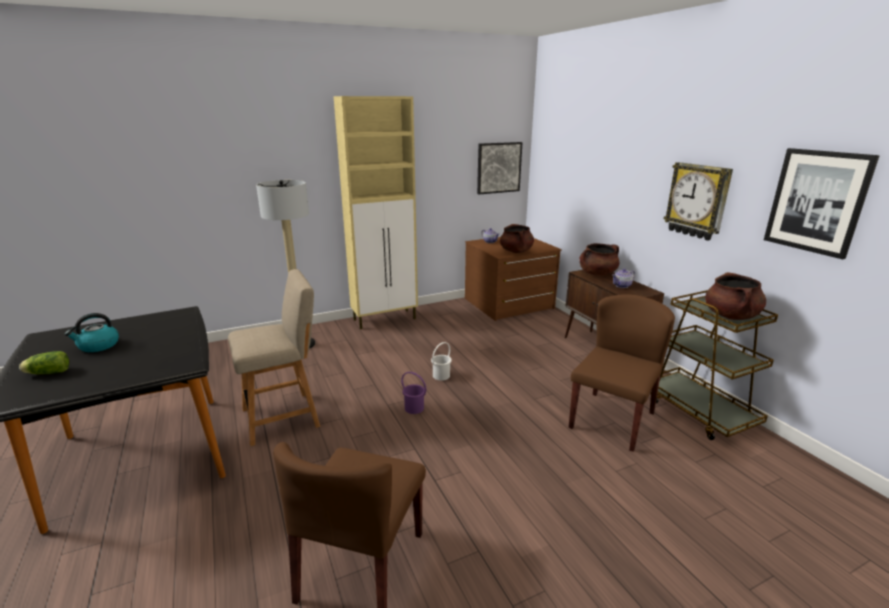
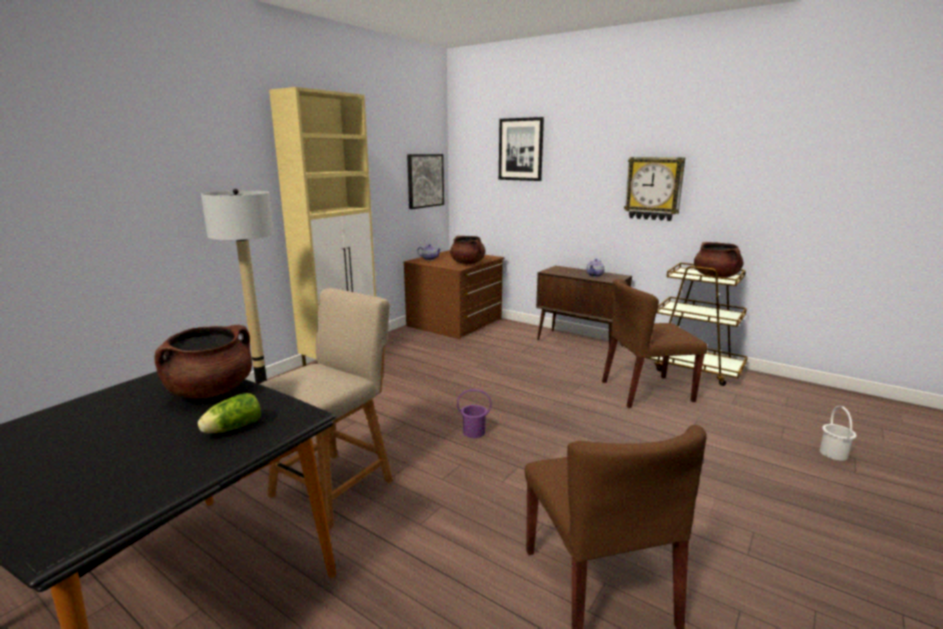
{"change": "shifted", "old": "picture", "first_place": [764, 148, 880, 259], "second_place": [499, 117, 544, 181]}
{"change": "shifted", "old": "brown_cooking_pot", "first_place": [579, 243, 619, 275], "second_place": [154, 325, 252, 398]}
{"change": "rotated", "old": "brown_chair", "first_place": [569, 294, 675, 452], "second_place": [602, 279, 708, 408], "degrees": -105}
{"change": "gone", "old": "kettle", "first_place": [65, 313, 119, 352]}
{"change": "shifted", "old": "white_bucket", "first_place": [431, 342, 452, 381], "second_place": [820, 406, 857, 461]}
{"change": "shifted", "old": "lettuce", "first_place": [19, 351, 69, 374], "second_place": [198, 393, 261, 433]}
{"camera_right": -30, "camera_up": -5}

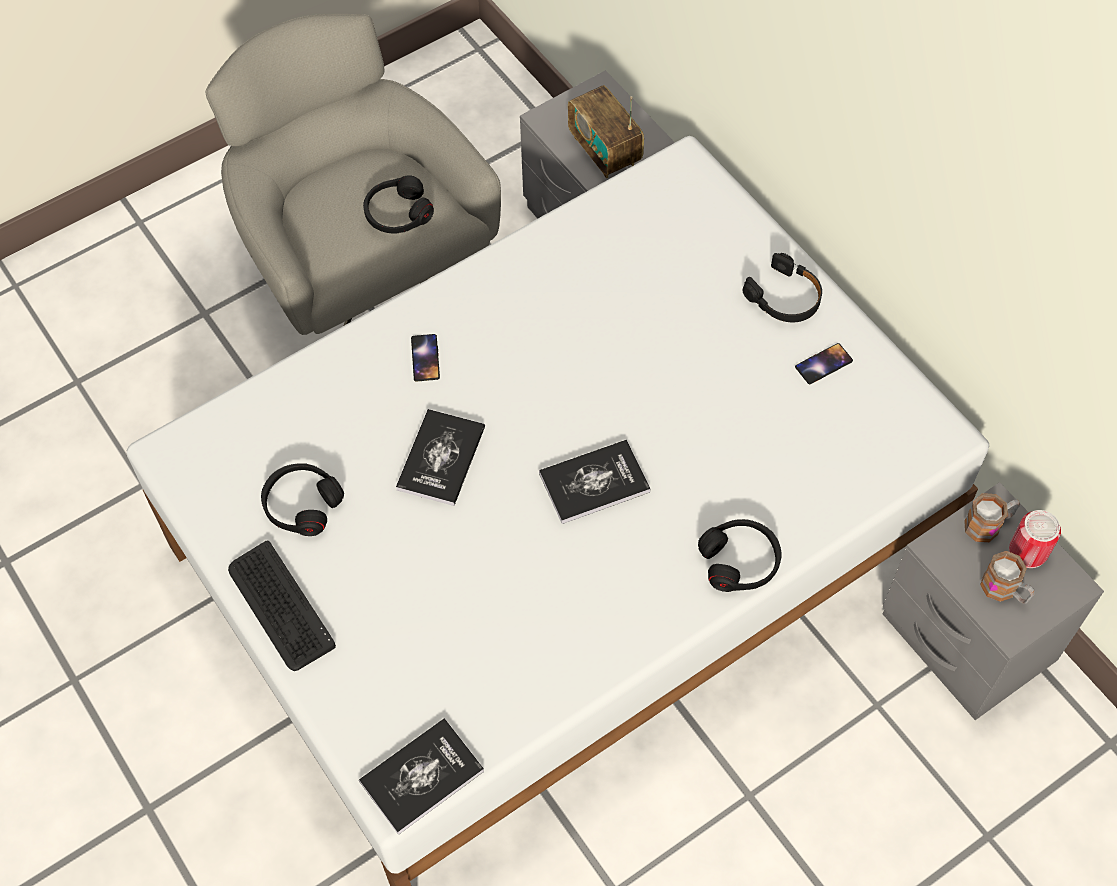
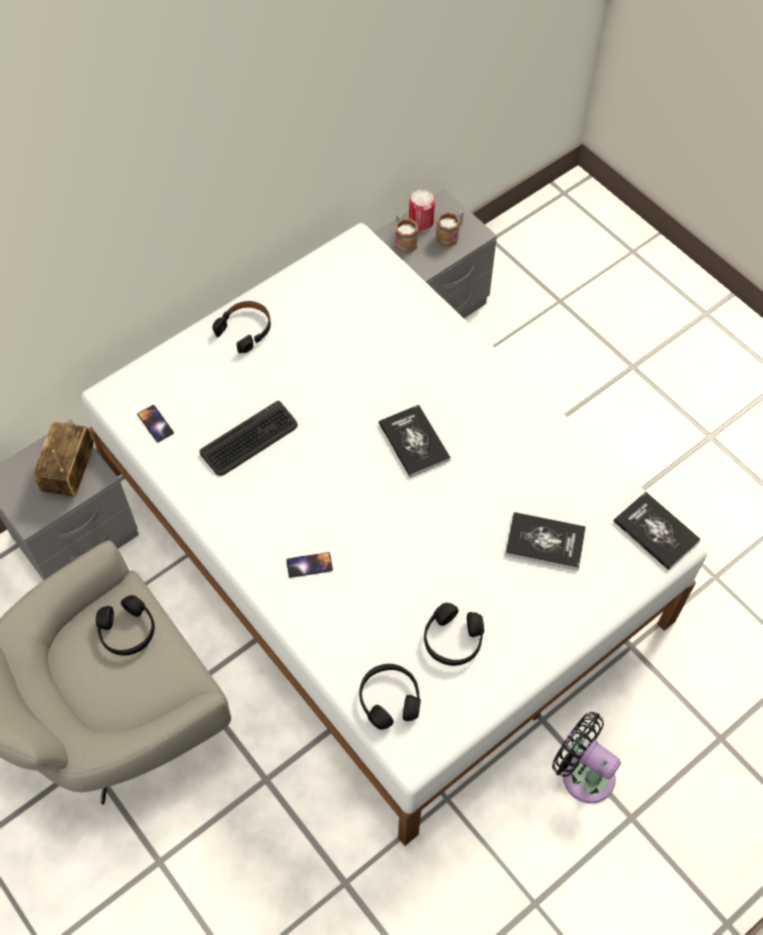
{"change": "rotated", "old": "radio", "first_place": [568, 85, 644, 179], "second_place": [33, 422, 94, 497], "degrees": 135}
{"change": "shifted", "old": "phone", "first_place": [795, 343, 853, 384], "second_place": [137, 405, 174, 442]}
{"change": "shifted", "old": "book", "first_place": [396, 409, 485, 506], "second_place": [505, 512, 586, 570]}
{"change": "shifted", "old": "black_headphones", "first_place": [698, 519, 782, 592], "second_place": [359, 664, 421, 730]}
{"change": "shifted", "old": "keyboard", "first_place": [228, 540, 336, 671], "second_place": [199, 401, 298, 476]}
{"change": "new", "new": "black_fan", "second_place": [552, 712, 621, 804]}
{"camera_right": -95, "camera_up": 0}

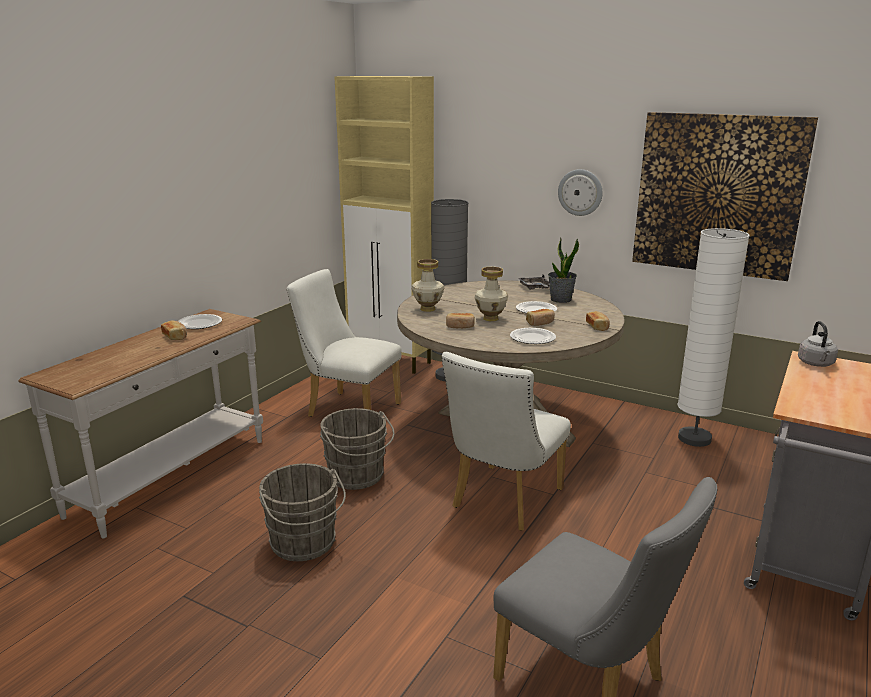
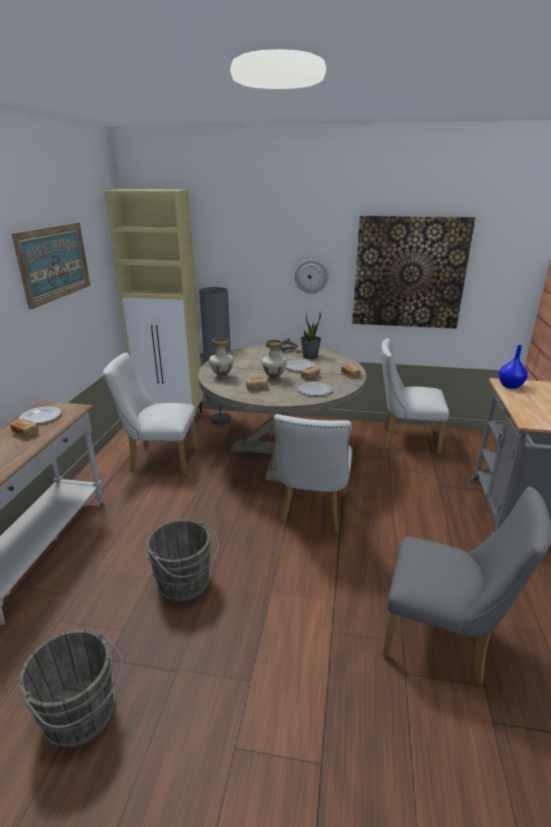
{"change": "swapped", "old": "white_floor_lamp", "new": "white_chair", "first_place": [677, 228, 750, 447], "second_place": [381, 338, 449, 454]}
{"change": "swapped", "old": "grey_kettle", "new": "blue_vase", "first_place": [798, 321, 838, 367], "second_place": [499, 345, 528, 389]}
{"change": "shifted", "old": "grey_bucket", "first_place": [320, 408, 395, 490], "second_place": [19, 630, 123, 748]}
{"change": "new", "new": "picture", "second_place": [11, 222, 90, 309]}
{"camera_right": -20, "camera_up": 5}

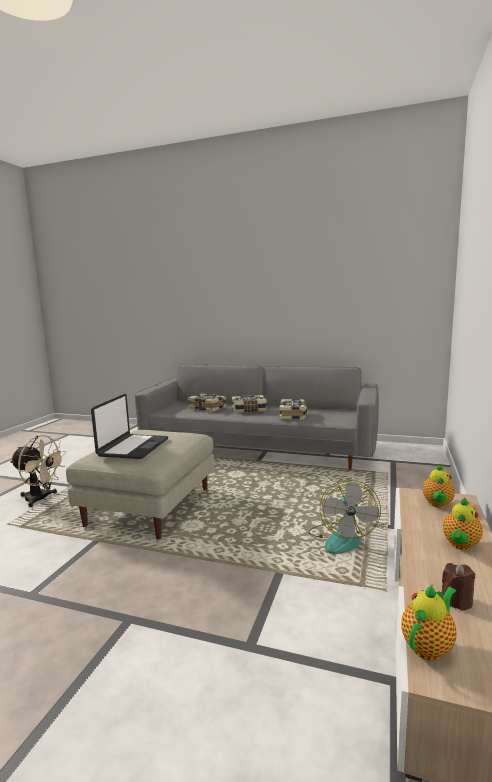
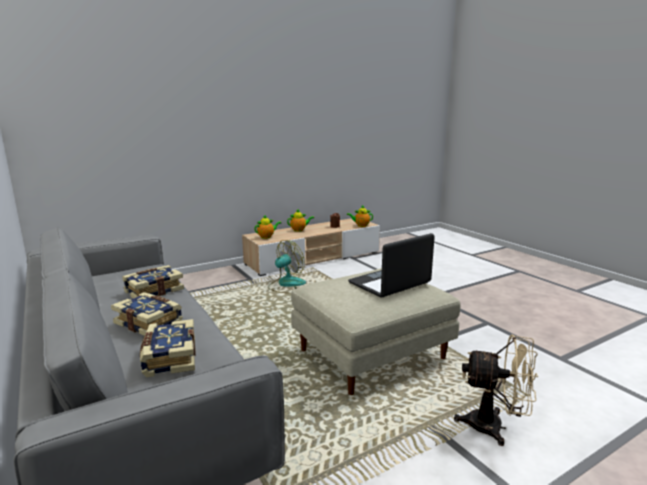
{"change": "rotated", "old": "beige_fan", "first_place": [10, 435, 66, 507], "second_place": [454, 335, 538, 446], "degrees": 135}
{"camera_right": -140, "camera_up": 5}

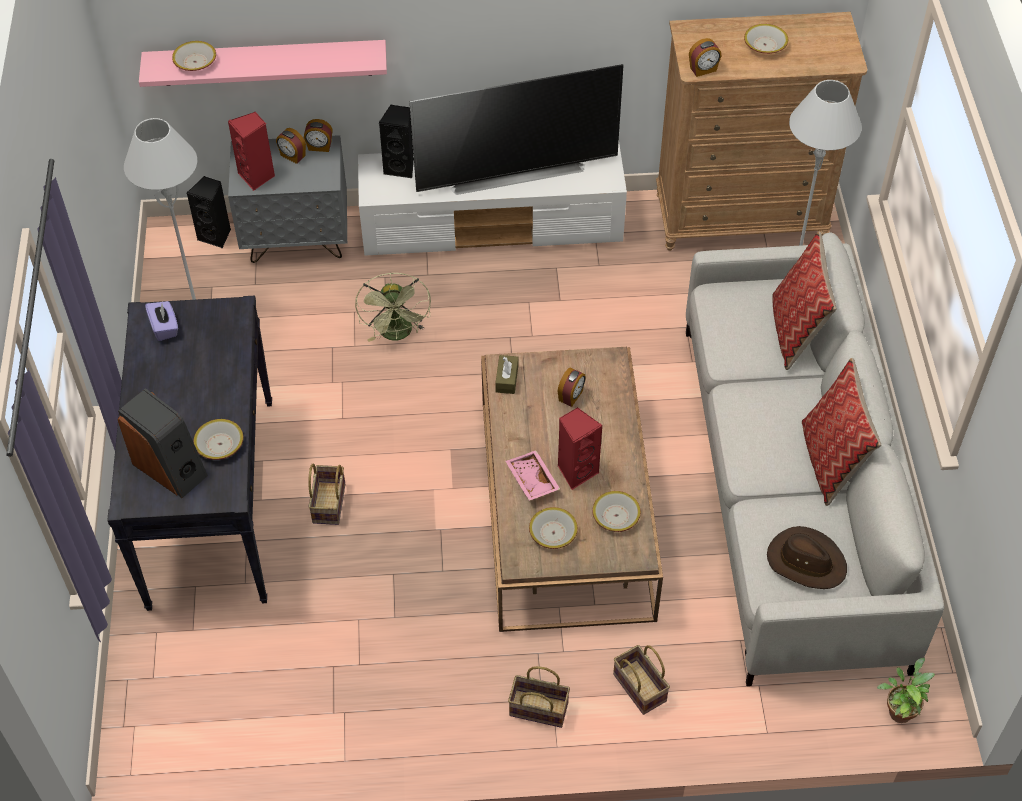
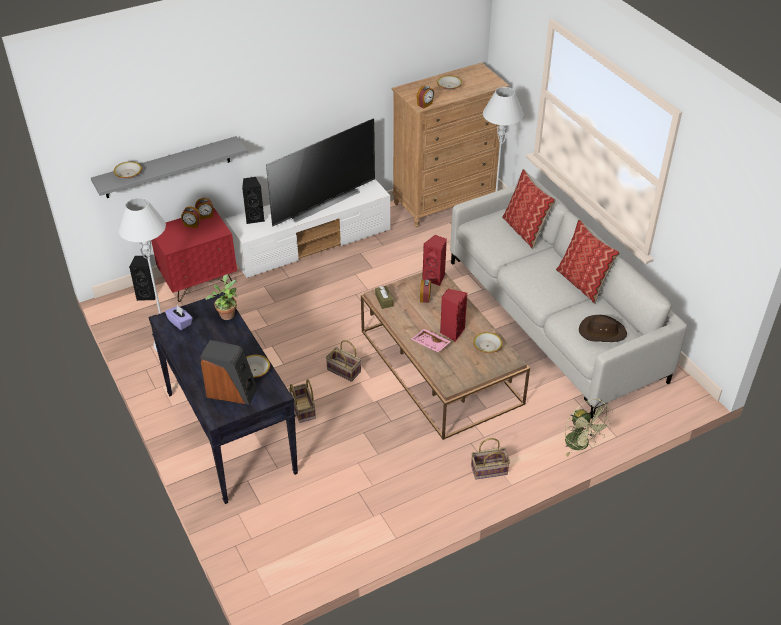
{"change": "repainted", "old": "pink_shelf", "new": "grey_shelf", "first_place": [139, 40, 387, 87], "second_place": [91, 136, 247, 198]}
{"change": "shifted", "old": "red_speaker", "first_place": [228, 112, 275, 191], "second_place": [422, 235, 447, 286]}
{"change": "repainted", "old": "grey_nightstand", "new": "red_nightstand", "first_place": [228, 135, 347, 263], "second_place": [151, 208, 237, 302]}
{"change": "shifted", "old": "green_fan", "first_place": [355, 272, 431, 342], "second_place": [565, 399, 613, 456]}
{"change": "gone", "old": "bowl", "first_place": [529, 507, 578, 549]}
{"change": "shifted", "old": "basket", "first_place": [613, 645, 670, 715], "second_place": [326, 340, 361, 382]}
{"change": "shifted", "old": "potted_plant", "first_place": [877, 658, 935, 723], "second_place": [205, 274, 237, 320]}
{"camera_right": -25, "camera_up": -10}

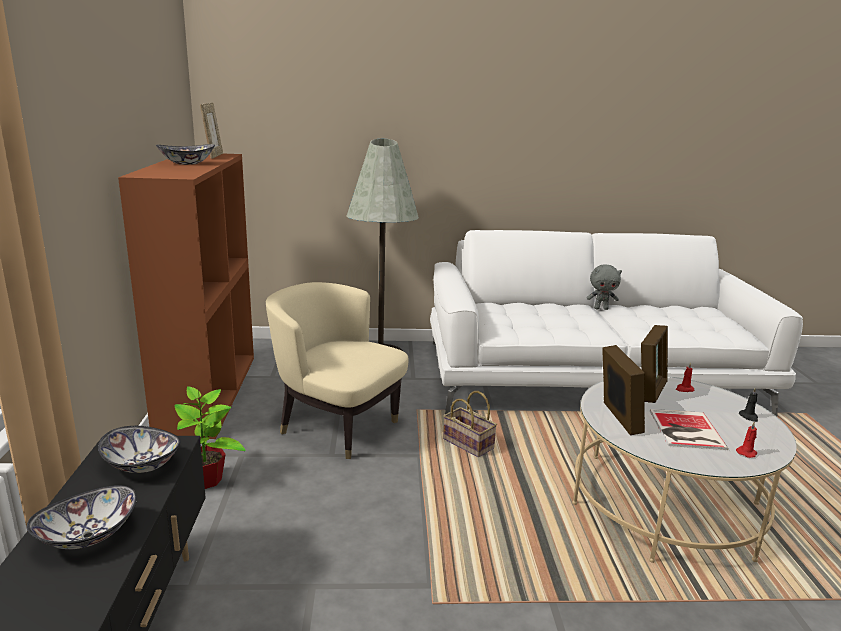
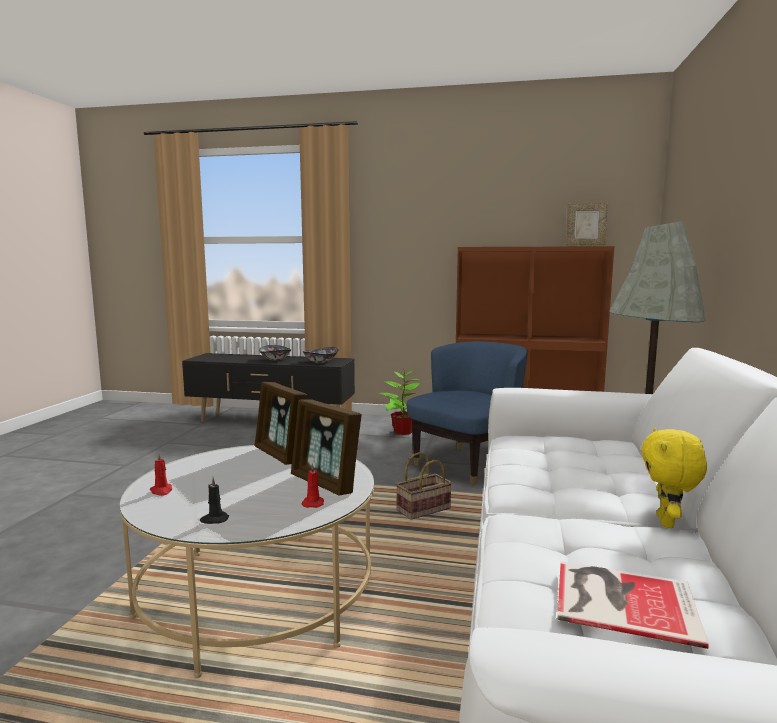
{"change": "gone", "old": "bowl", "first_place": [156, 144, 215, 165]}
{"change": "repainted", "old": "grey_plush_toy", "new": "yellow_plush_toy", "first_place": [586, 264, 622, 310], "second_place": [641, 428, 707, 528]}
{"change": "repainted", "old": "beige_armchair", "new": "blue_armchair", "first_place": [266, 282, 409, 459], "second_place": [407, 341, 528, 485]}
{"change": "rotated", "old": "picture_frame", "first_place": [602, 345, 645, 435], "second_place": [255, 382, 307, 465], "degrees": 45}
{"change": "shifted", "old": "book", "first_place": [650, 409, 728, 450], "second_place": [557, 561, 709, 649]}
{"camera_right": 105, "camera_up": -10}

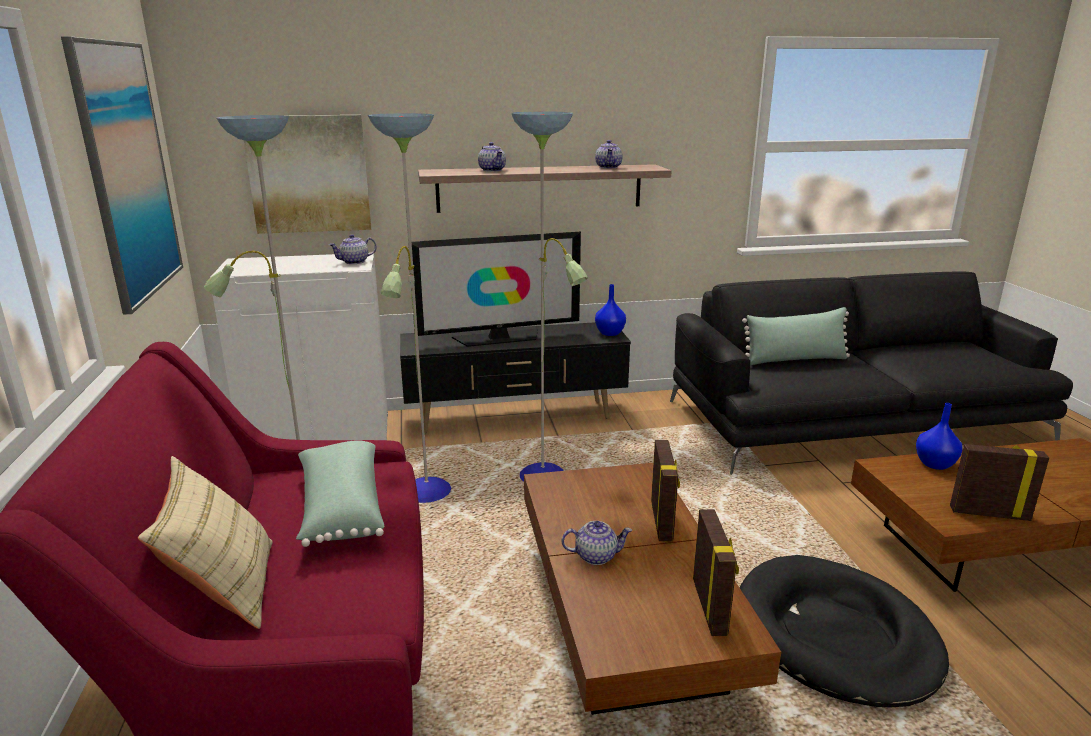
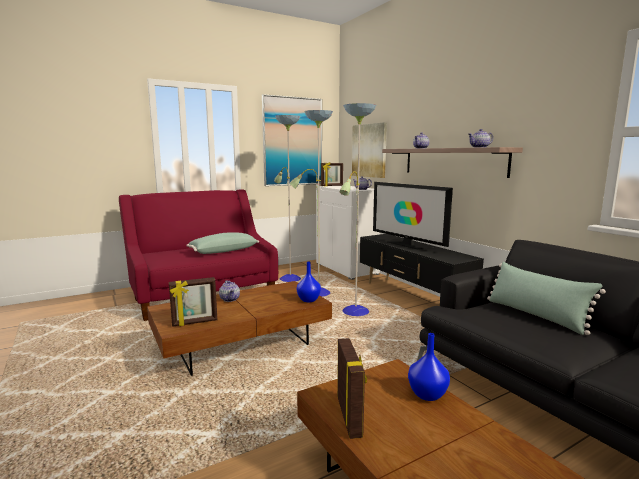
{"change": "shifted", "old": "blue_vase", "first_place": [595, 284, 626, 336], "second_place": [297, 261, 321, 302]}
{"change": "shifted", "old": "picture_frame", "first_place": [651, 440, 680, 542], "second_place": [321, 162, 343, 186]}
{"change": "gone", "old": "beige_pillow", "first_place": [138, 456, 273, 629]}
{"change": "gone", "old": "black_dog_bed", "first_place": [740, 555, 949, 707]}
{"camera_right": 70, "camera_up": -10}

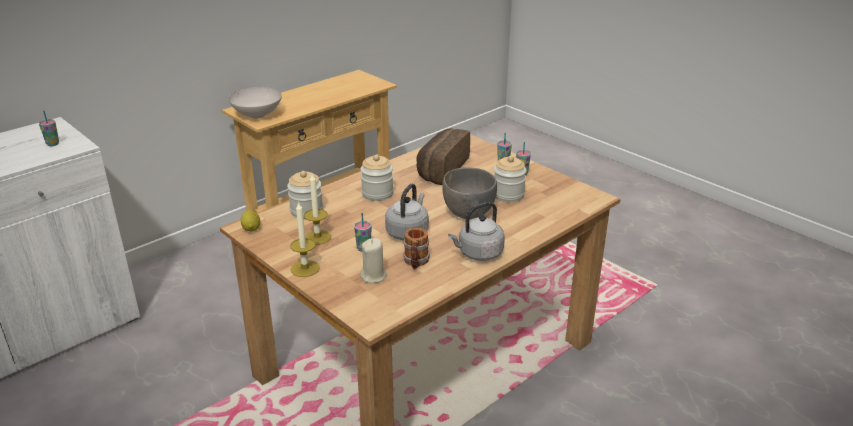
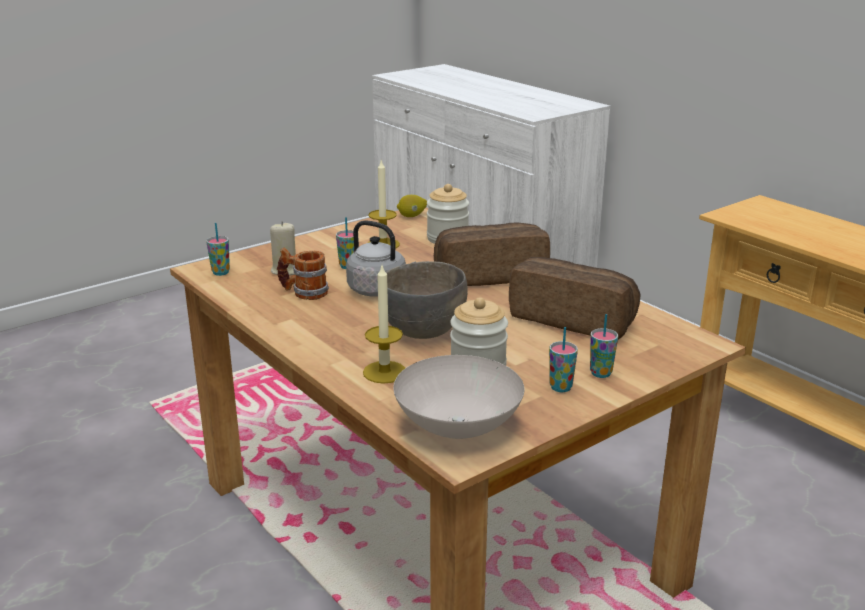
{"change": "shifted", "old": "white_bowl", "first_place": [228, 87, 282, 118], "second_place": [393, 355, 524, 439]}
{"change": "shifted", "old": "cup", "first_place": [39, 111, 59, 147], "second_place": [206, 223, 230, 276]}
{"change": "swapped", "old": "jar", "new": "bread", "first_place": [361, 155, 394, 201], "second_place": [434, 222, 550, 286]}
{"change": "shifted", "old": "candle", "first_place": [290, 201, 320, 277], "second_place": [363, 266, 405, 383]}
{"change": "gone", "old": "grey_kettle", "first_place": [448, 202, 505, 261]}
{"camera_right": 95, "camera_up": -5}

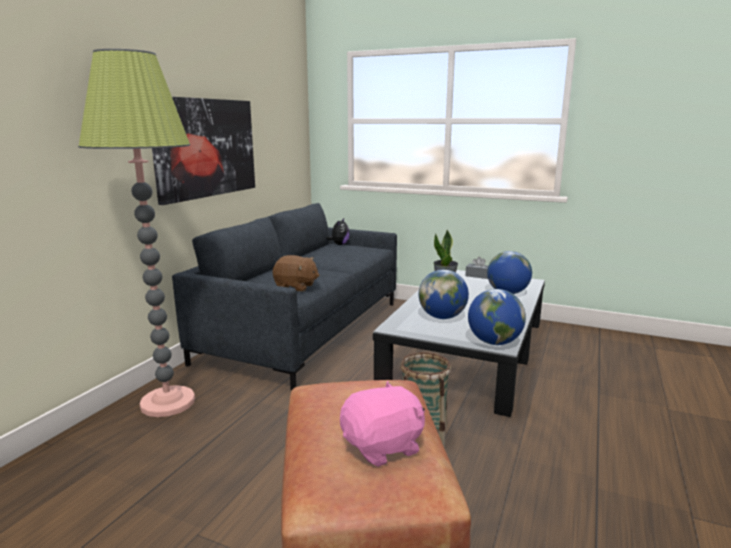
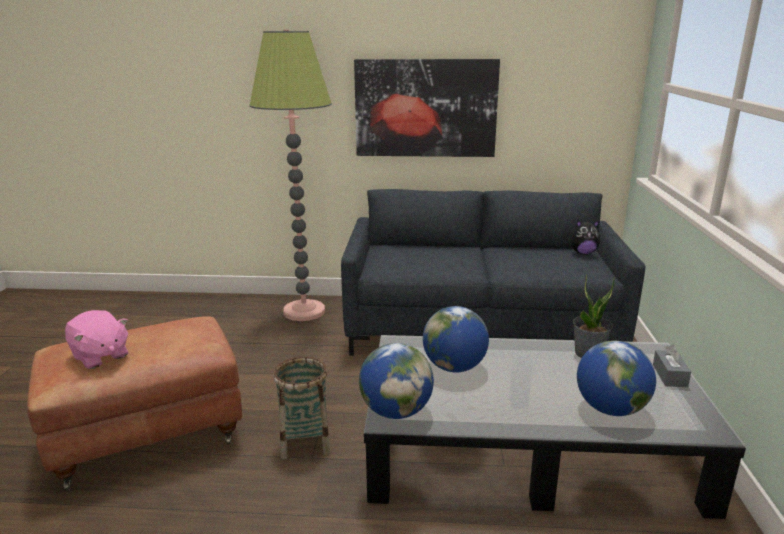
{"change": "gone", "old": "brown_plush_toy", "first_place": [273, 255, 320, 292]}
{"camera_right": 70, "camera_up": 5}

